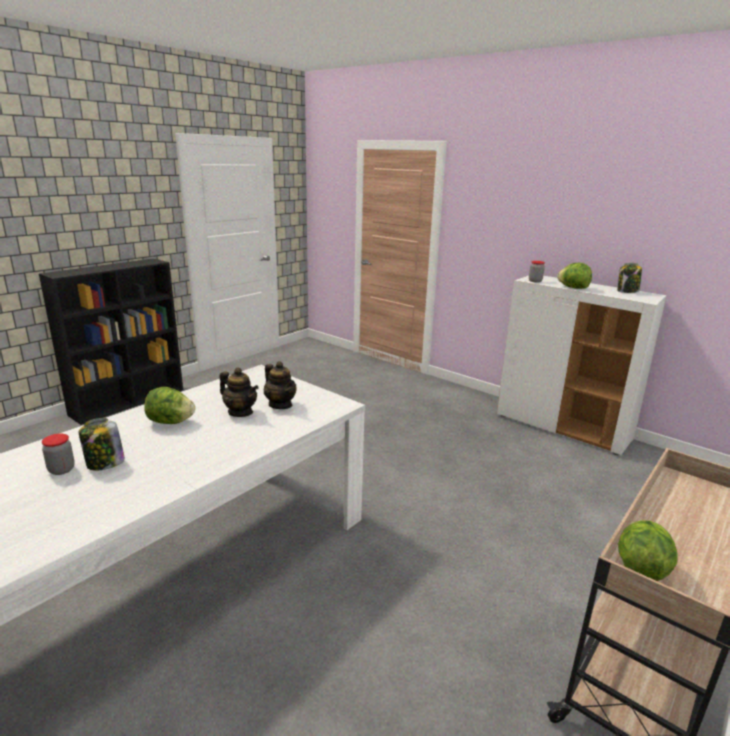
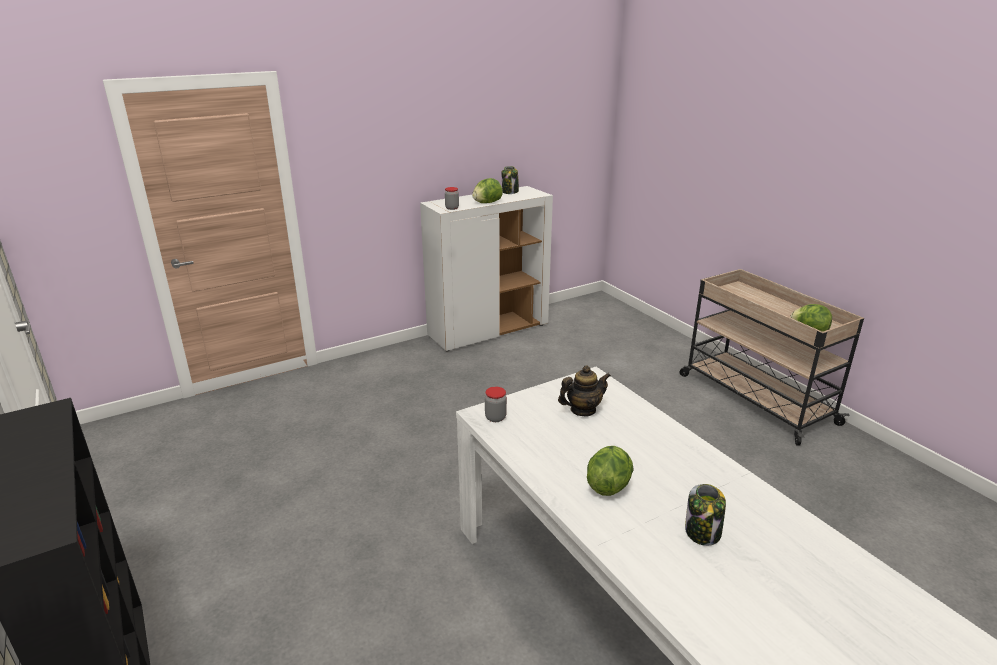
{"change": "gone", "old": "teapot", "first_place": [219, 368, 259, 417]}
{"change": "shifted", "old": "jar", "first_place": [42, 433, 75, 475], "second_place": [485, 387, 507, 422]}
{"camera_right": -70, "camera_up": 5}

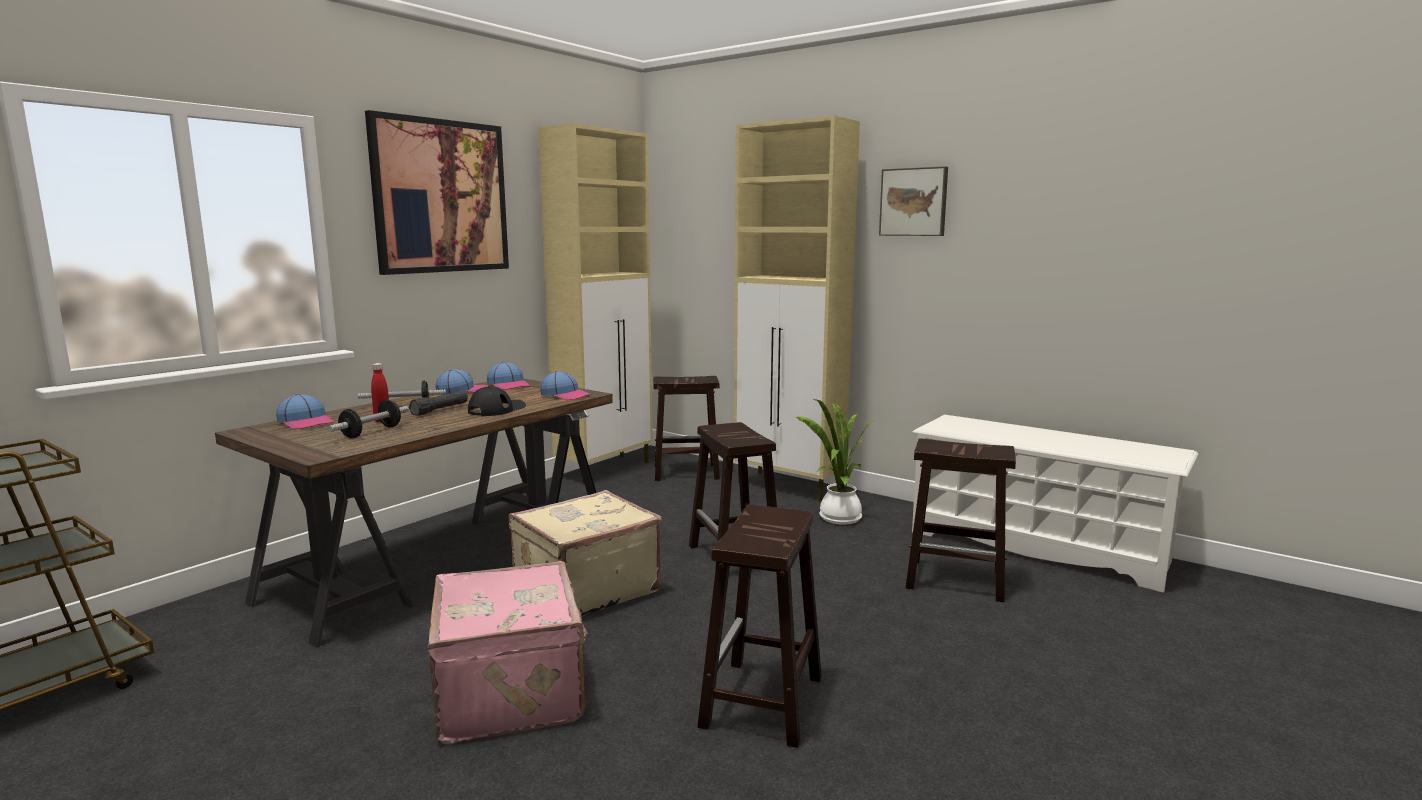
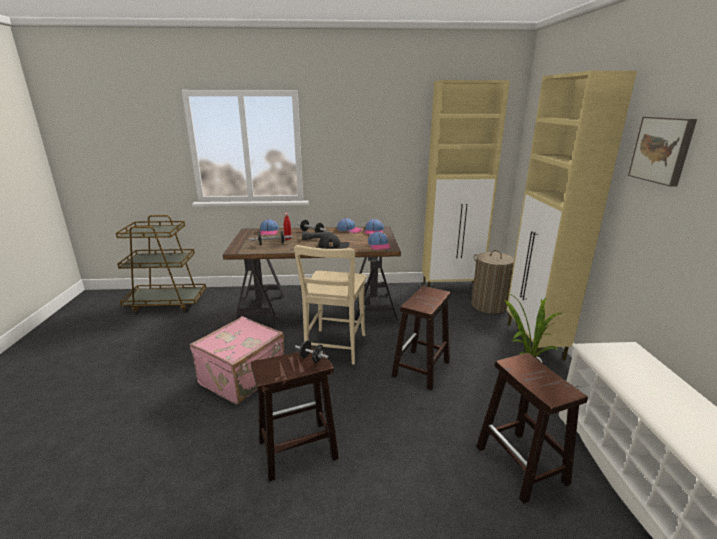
{"change": "gone", "old": "picture", "first_place": [365, 110, 509, 275]}
{"change": "swapped", "old": "brown_stool", "new": "laundry_basket", "first_place": [653, 376, 720, 481], "second_place": [471, 250, 514, 314]}
{"change": "swapped", "old": "beige_suitcase", "new": "beige_chair", "first_place": [509, 490, 661, 616], "second_place": [294, 245, 367, 365]}
{"change": "new", "new": "black_dumbbell", "second_place": [295, 341, 329, 363]}
{"camera_right": 50, "camera_up": 10}

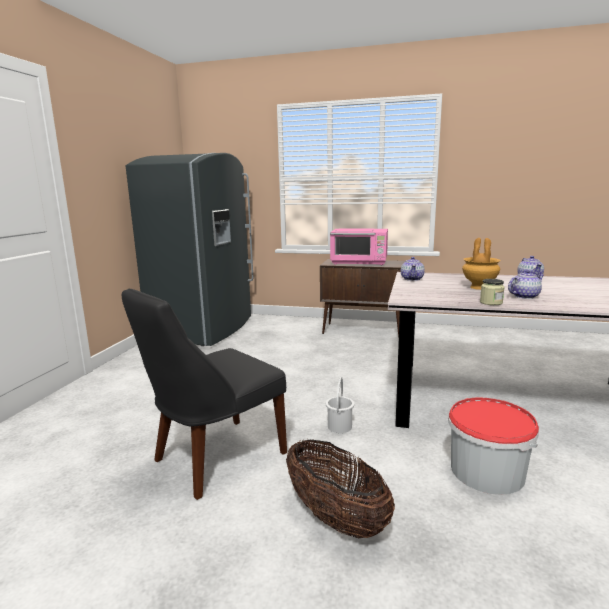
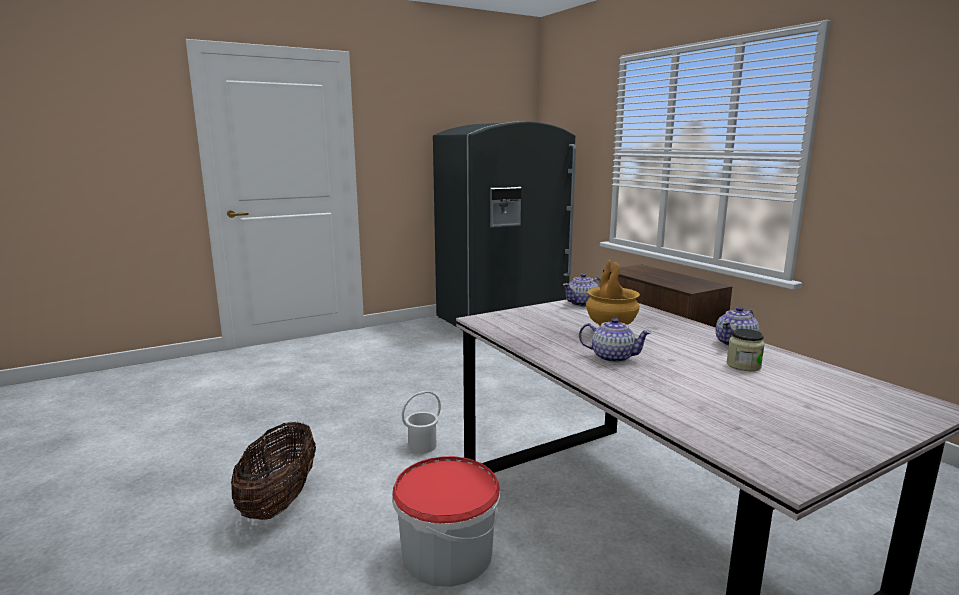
{"change": "gone", "old": "pink_microwave", "first_place": [330, 228, 388, 265]}
{"change": "shifted", "old": "jar", "first_place": [480, 279, 505, 305], "second_place": [726, 329, 765, 371]}
{"change": "gone", "old": "black_chair", "first_place": [122, 288, 287, 500]}
{"camera_right": 45, "camera_up": 0}

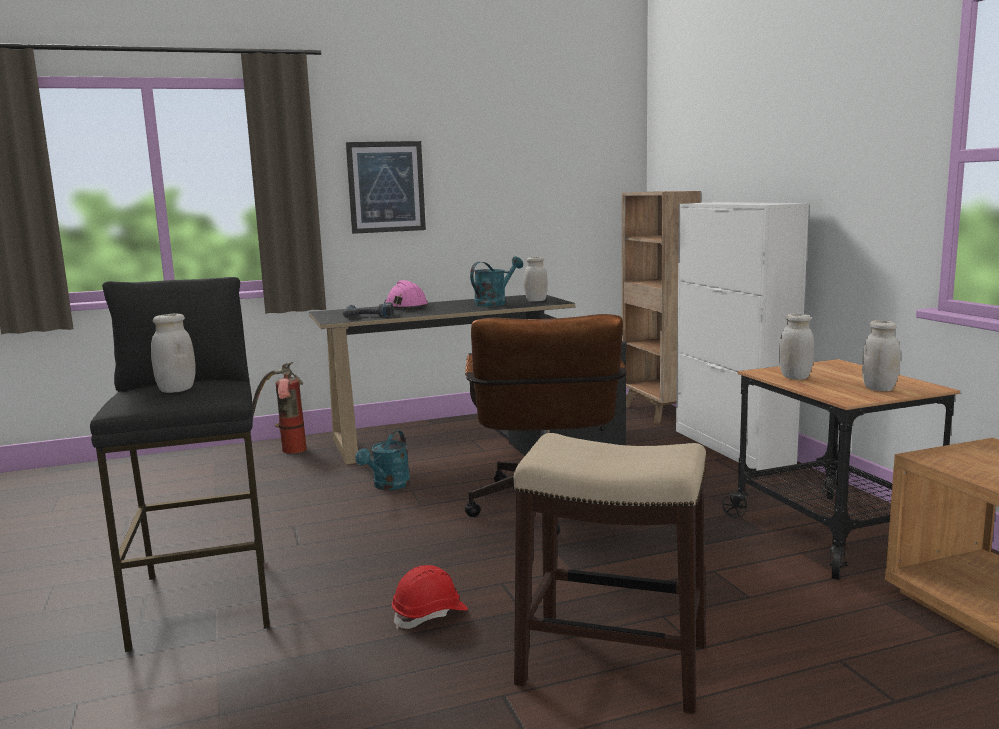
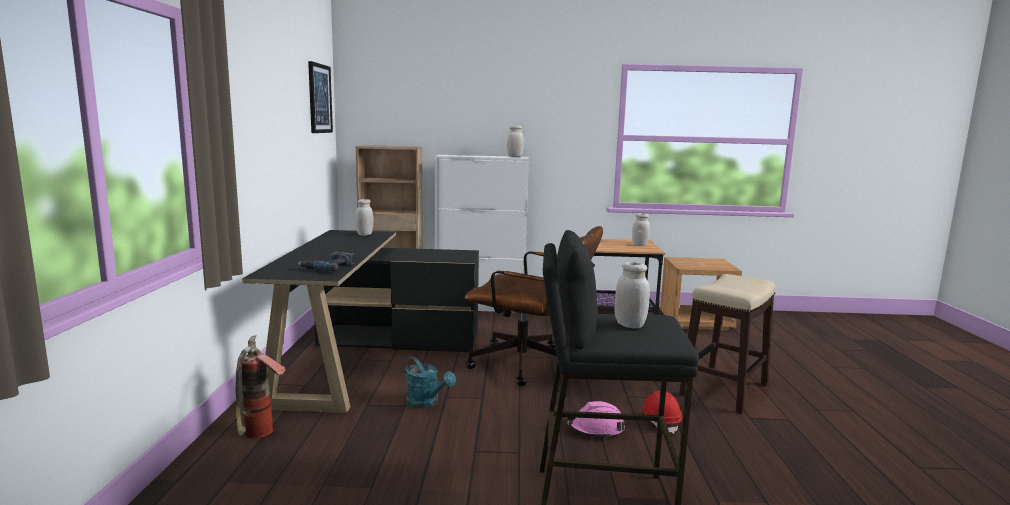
{"change": "shifted", "old": "picture", "first_place": [346, 141, 426, 234], "second_place": [308, 61, 333, 133]}
{"change": "gone", "old": "turquoise_watering_can", "first_place": [470, 256, 523, 307]}
{"change": "shifted", "old": "pink_hard_hat", "first_place": [384, 280, 427, 310], "second_place": [567, 401, 625, 439]}
{"change": "shifted", "old": "white_jar", "first_place": [779, 314, 814, 380], "second_place": [507, 126, 524, 157]}
{"camera_right": -70, "camera_up": 0}

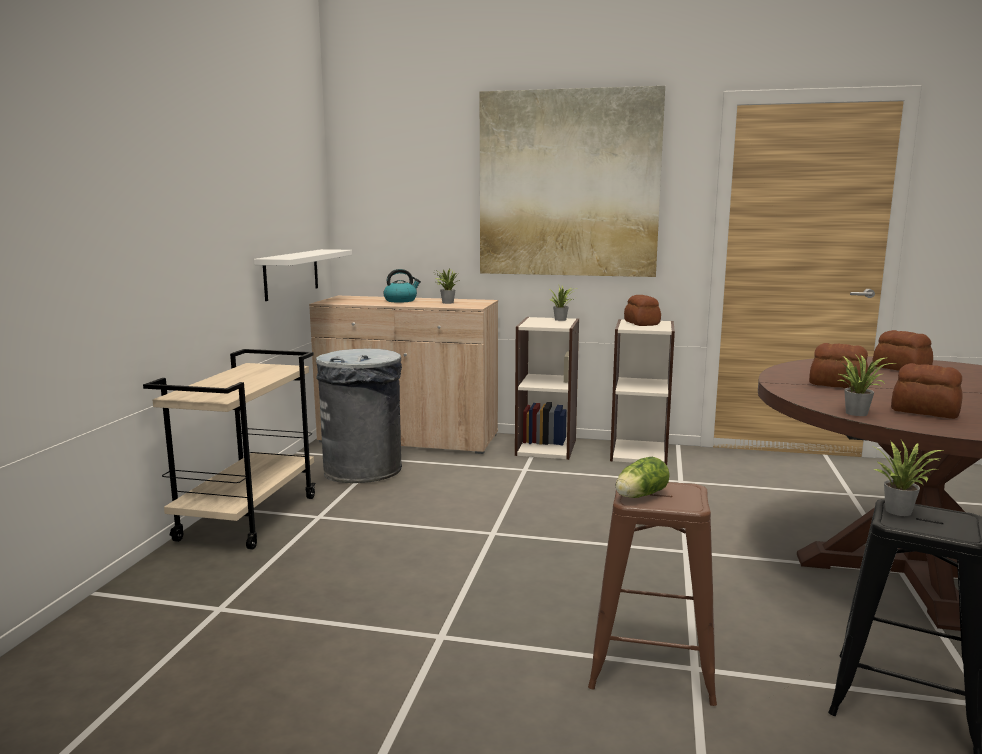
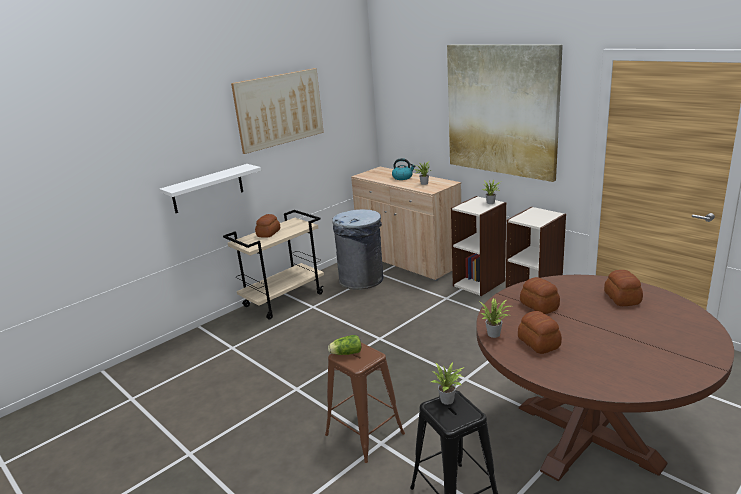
{"change": "shifted", "old": "white_shelf", "first_place": [254, 249, 352, 301], "second_place": [159, 164, 261, 213]}
{"change": "shifted", "old": "bread", "first_place": [624, 295, 661, 326], "second_place": [255, 214, 280, 238]}
{"change": "new", "new": "picture", "second_place": [231, 68, 324, 154]}
{"camera_right": 35, "camera_up": 10}

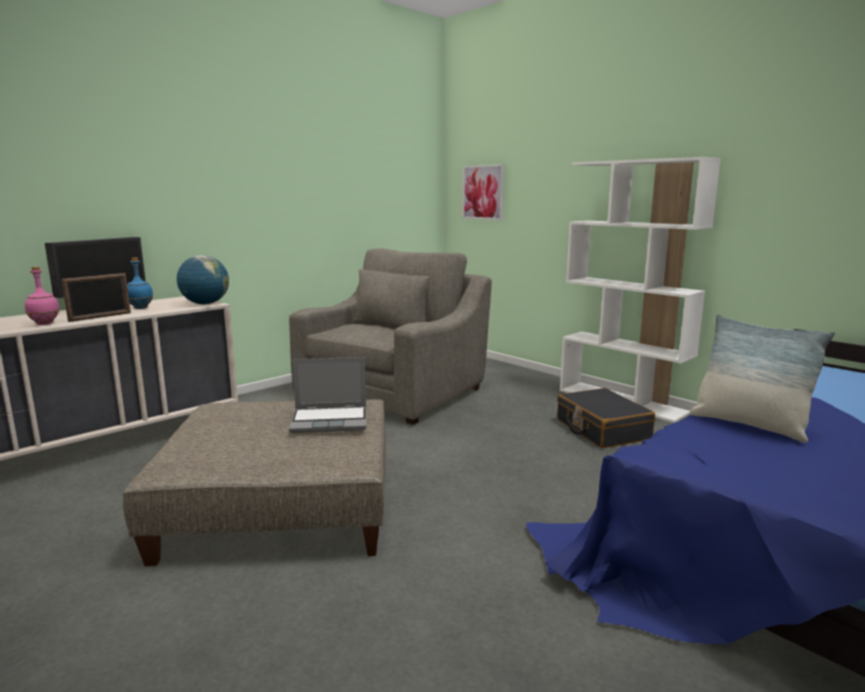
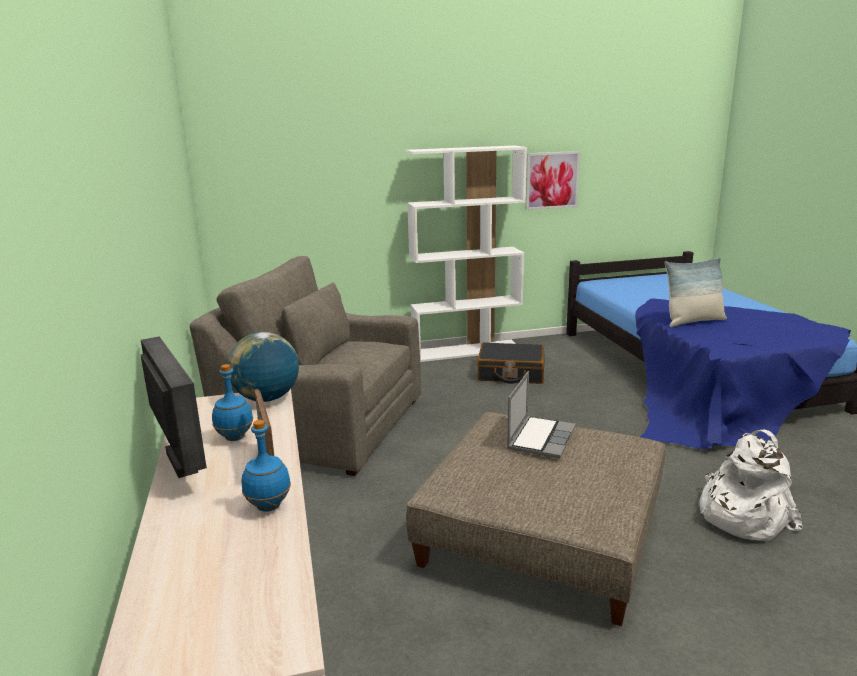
{"change": "shifted", "old": "picture", "first_place": [462, 164, 505, 221], "second_place": [526, 151, 580, 210]}
{"change": "rotated", "old": "grey_armchair", "first_place": [289, 248, 492, 425], "second_place": [190, 256, 421, 476], "degrees": -45}
{"change": "repainted", "old": "pink_bottle", "new": "blue_bottle", "first_place": [25, 267, 60, 325], "second_place": [242, 420, 291, 512]}
{"change": "new", "new": "white_backpack", "second_place": [700, 430, 802, 541]}
{"camera_right": -60, "camera_up": 5}

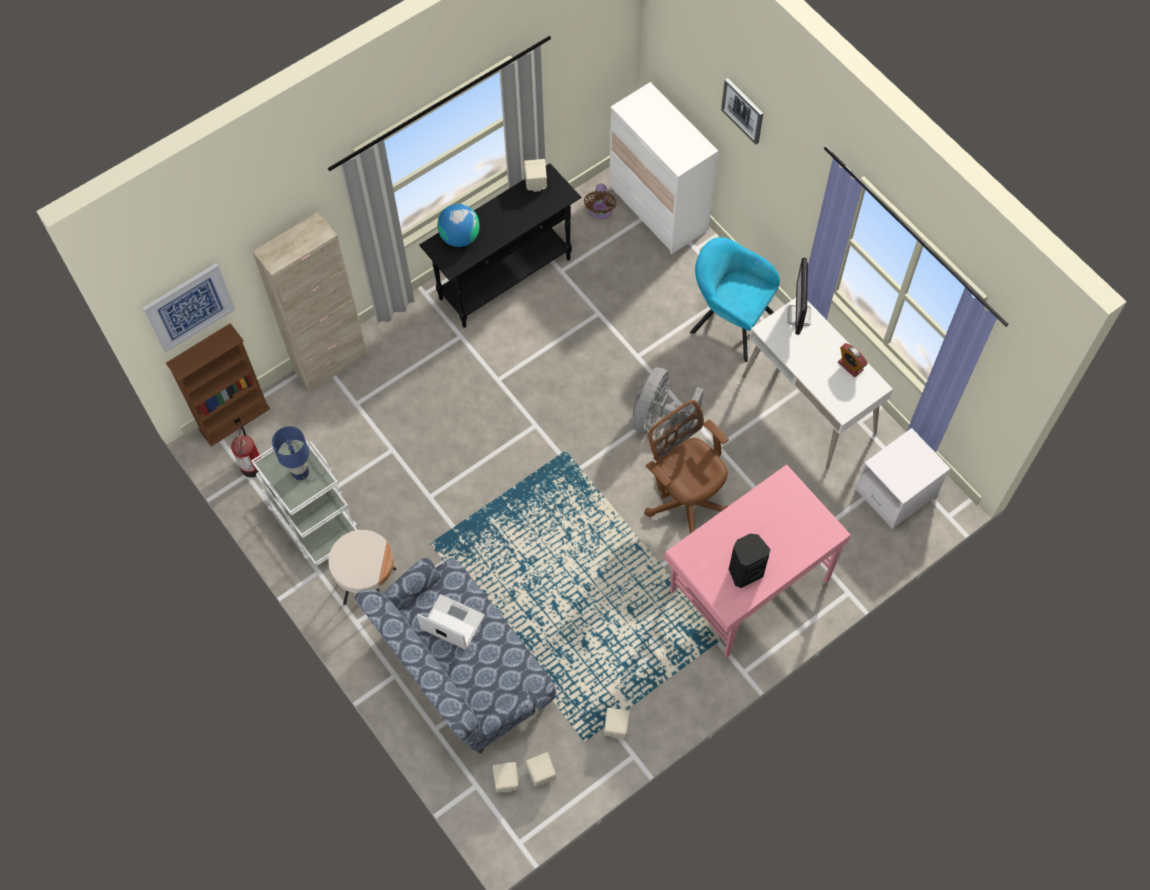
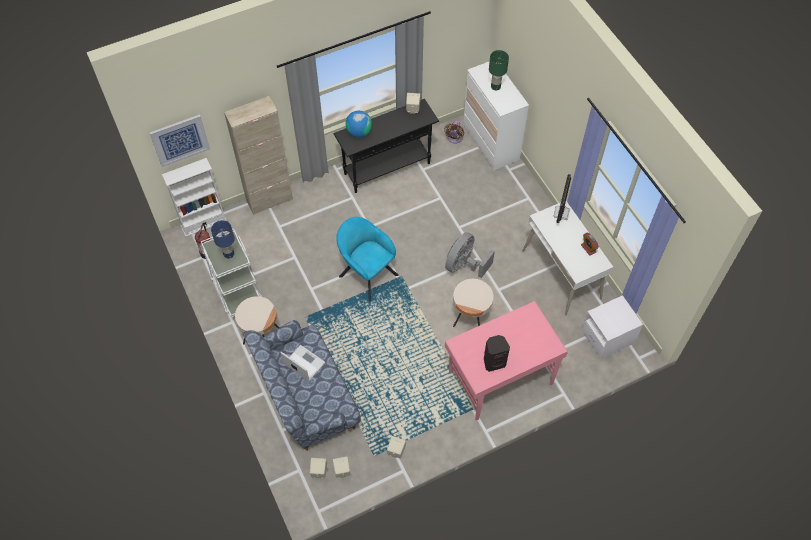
{"change": "gone", "old": "picture", "first_place": [721, 78, 763, 144]}
{"change": "shifted", "old": "turquoise_armchair", "first_place": [690, 237, 780, 362], "second_place": [336, 217, 399, 301]}
{"change": "repainted", "old": "brown_bookcase", "new": "white_bookcase", "first_place": [166, 323, 270, 446], "second_place": [162, 158, 227, 237]}
{"change": "swapped", "old": "brown_office_chair", "new": "beige_side_table", "first_place": [644, 400, 729, 534], "second_place": [453, 279, 494, 327]}
{"change": "new", "new": "green_table_lamp", "second_place": [489, 50, 509, 90]}
{"camera_right": 10, "camera_up": -5}

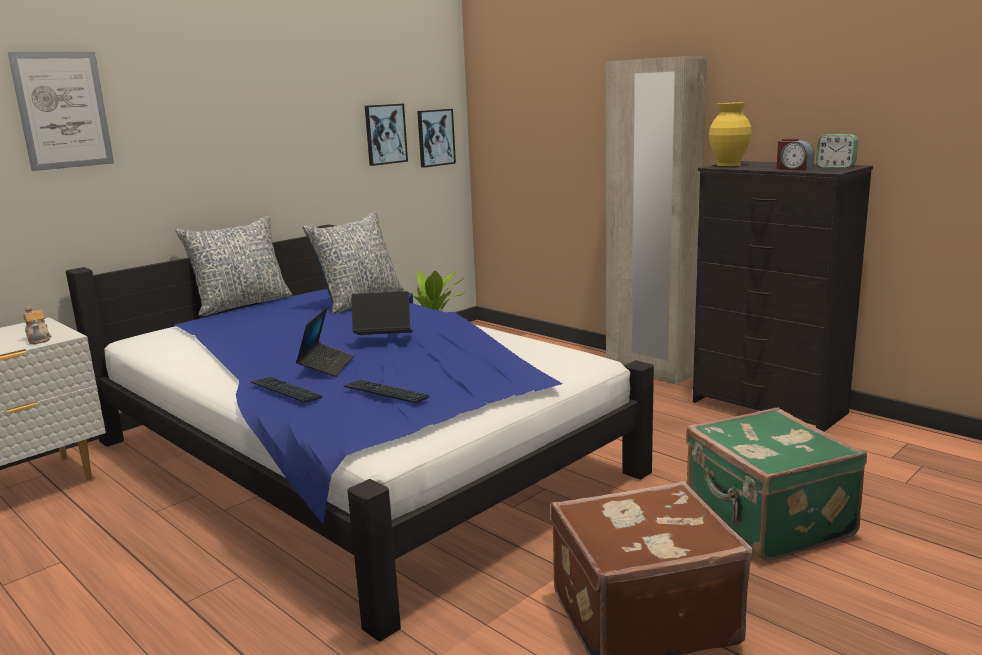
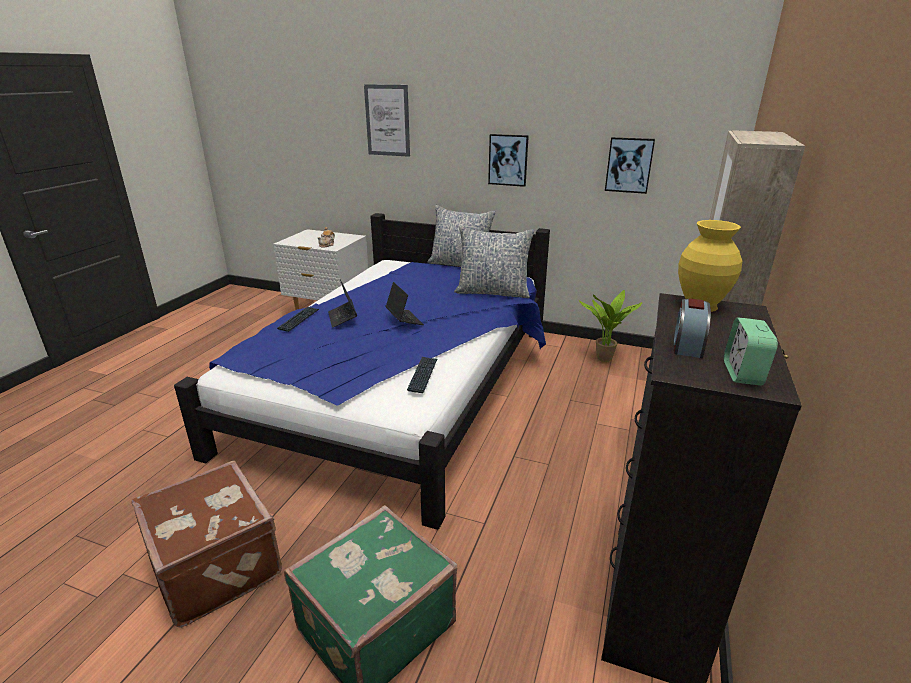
{"change": "shifted", "old": "picture", "first_place": [417, 109, 456, 168], "second_place": [488, 134, 529, 187]}
{"change": "rotated", "old": "laptop", "first_place": [296, 307, 354, 377], "second_place": [328, 279, 357, 328], "degrees": 90}
{"change": "shifted", "old": "keyboard", "first_place": [344, 380, 430, 403], "second_place": [407, 357, 437, 393]}
{"camera_right": 65, "camera_up": 10}

